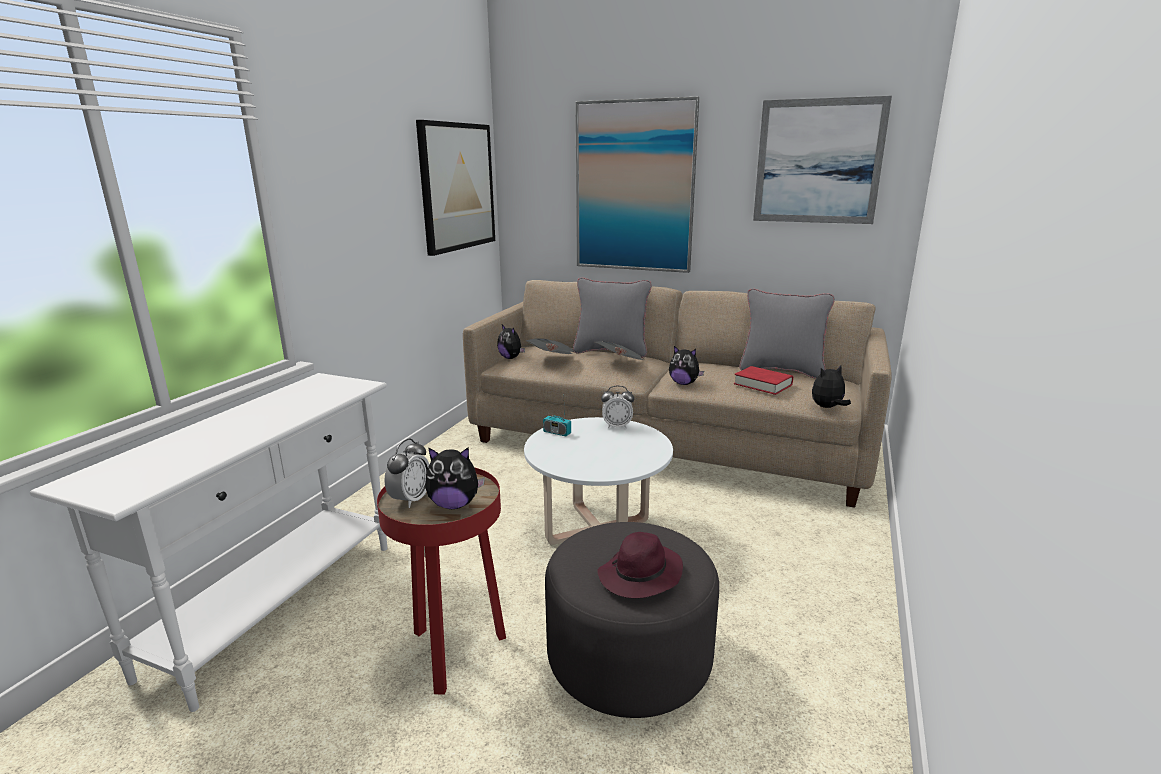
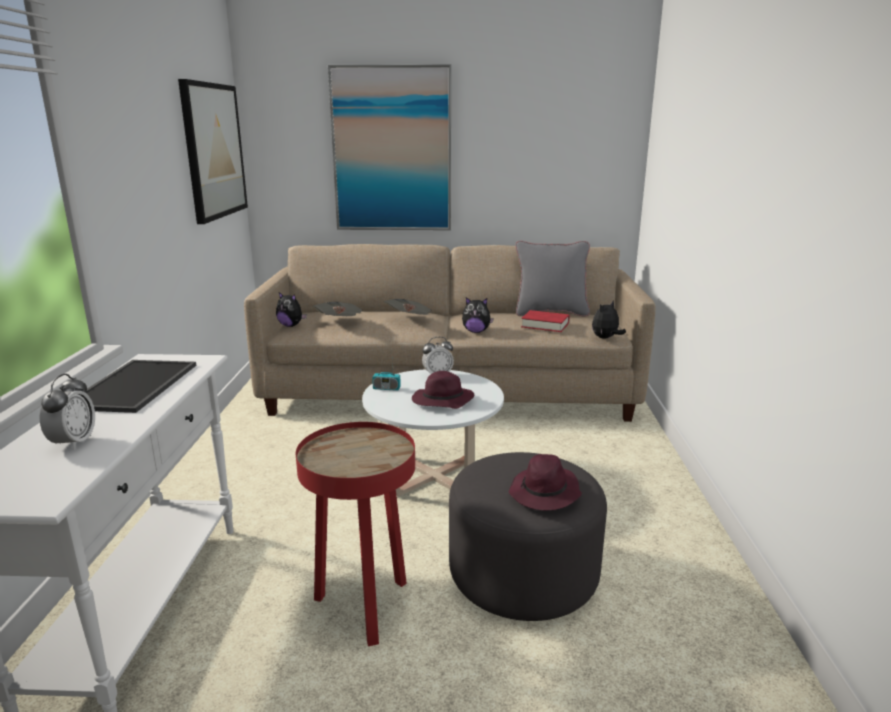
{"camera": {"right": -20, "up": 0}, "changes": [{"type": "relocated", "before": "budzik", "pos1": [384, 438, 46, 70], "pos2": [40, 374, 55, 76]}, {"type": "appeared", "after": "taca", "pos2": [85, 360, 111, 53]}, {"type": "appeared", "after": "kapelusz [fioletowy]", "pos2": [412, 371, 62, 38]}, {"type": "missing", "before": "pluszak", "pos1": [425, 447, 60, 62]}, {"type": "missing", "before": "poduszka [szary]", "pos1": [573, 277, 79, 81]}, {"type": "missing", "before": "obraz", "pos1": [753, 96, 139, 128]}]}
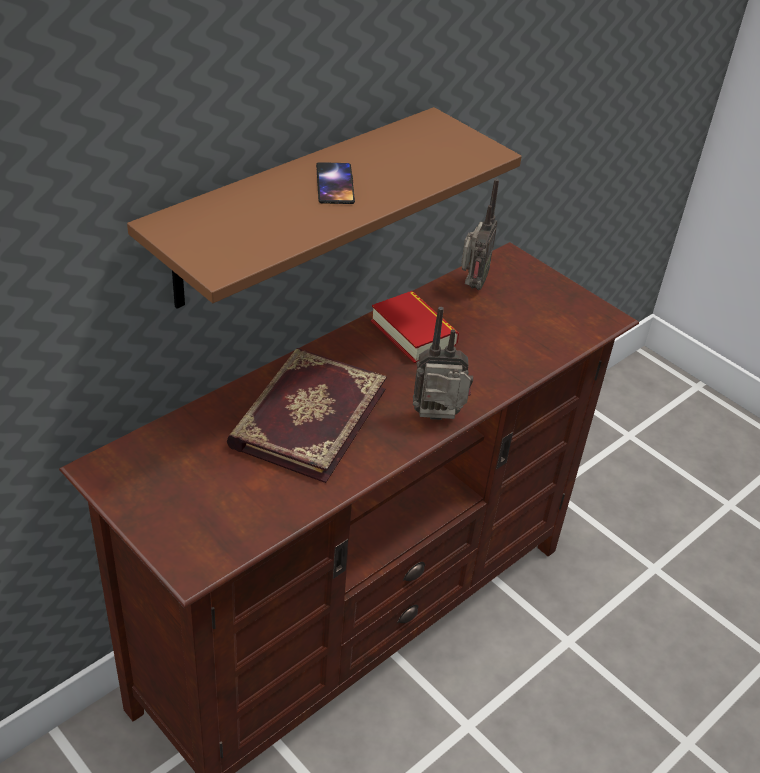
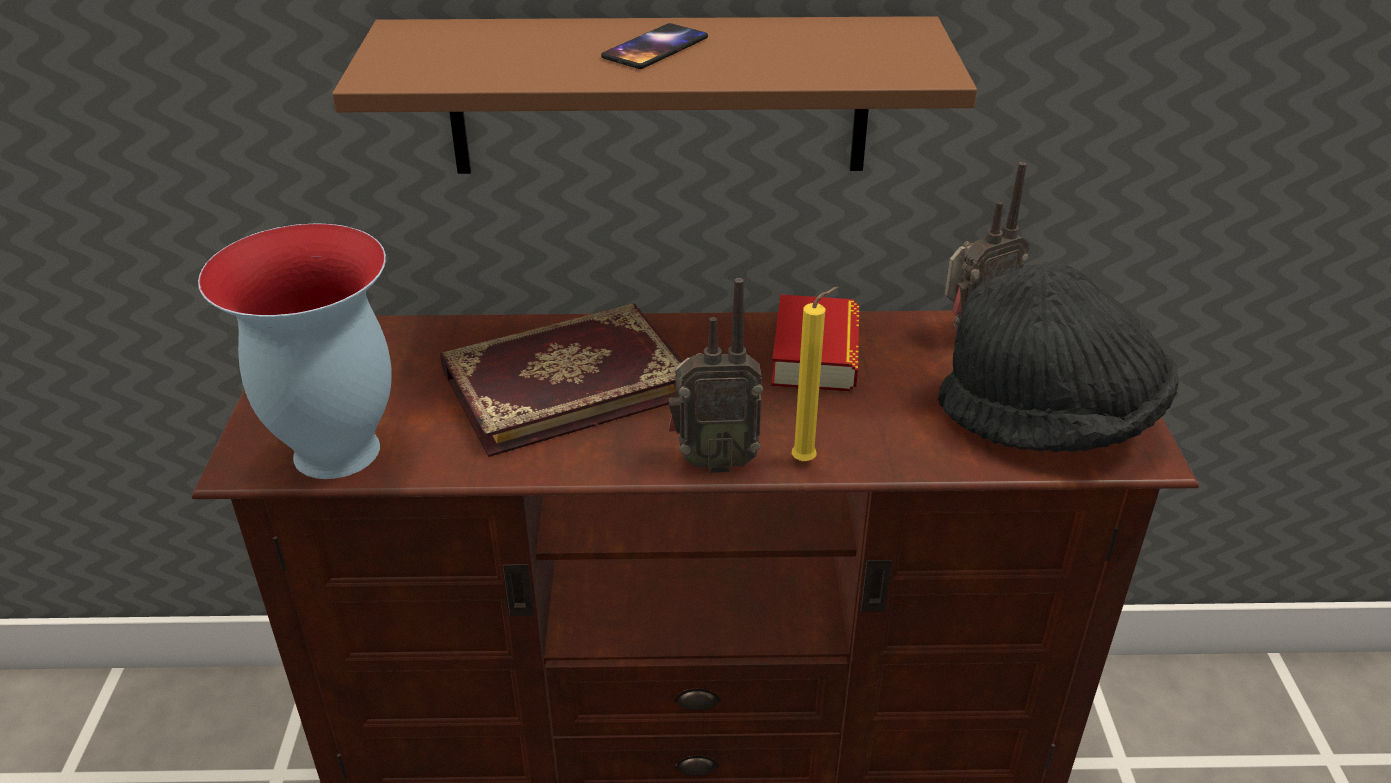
{"camera": {"right": 45, "up": -5}, "changes": [{"type": "appeared", "after": "wazon", "pos2": [198, 224, 194, 255]}, {"type": "spun", "before": "radio", "pos1": [413, 307, 60, 113], "pos2": [669, 278, 94, 195], "turn": 135}, {"type": "appeared", "after": "świeca [żółty]", "pos2": [792, 287, 47, 175]}, {"type": "appeared", "after": "kapelusz [czarny]", "pos2": [938, 262, 241, 190]}]}
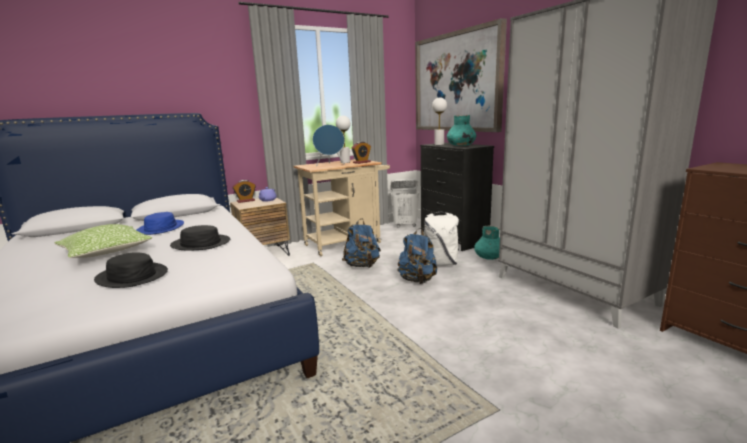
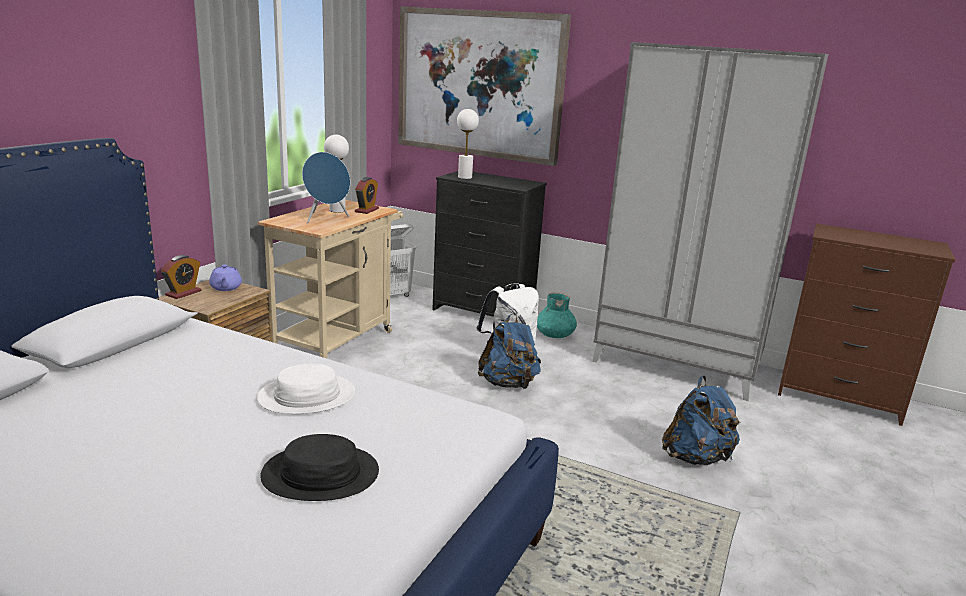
{"camera": {"right": -35, "up": 5}, "changes": [{"type": "colour", "before": "kapelusz [czarny]", "after": "kapelusz [biały]", "pos1": [170, 225, 60, 25], "pos2": [257, 364, 98, 50]}, {"type": "relocated", "before": "plecak [niebieski]", "pos1": [342, 218, 39, 50], "pos2": [662, 375, 79, 90]}, {"type": "missing", "before": "poduszka", "pos1": [54, 224, 98, 34]}, {"type": "missing", "before": "kapelusz [niebieski]", "pos1": [137, 212, 47, 23]}, {"type": "missing", "before": "wazon [turkusowy]", "pos1": [447, 115, 29, 31]}]}
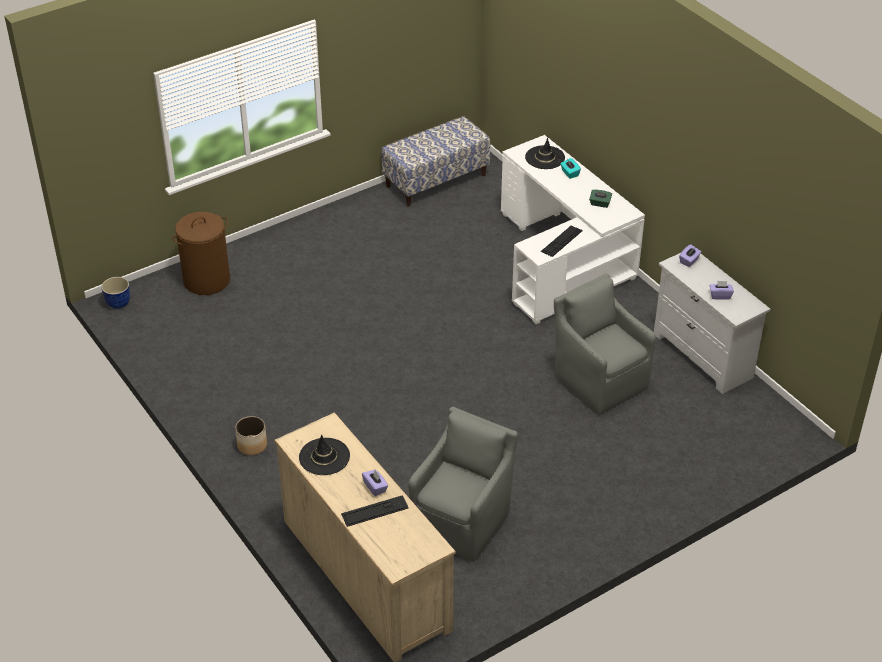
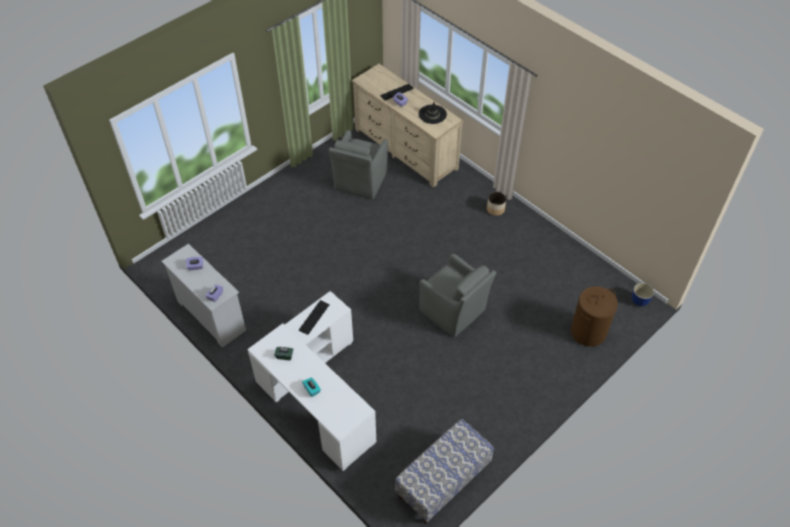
{"camera": {"right": 170, "up": 10}, "changes": [{"type": "relocated", "before": "fotel [szary]", "pos1": [554, 274, 102, 141], "pos2": [419, 254, 77, 83]}, {"type": "missing", "before": "kapelusz [czarny]", "pos1": [525, 138, 40, 31]}]}
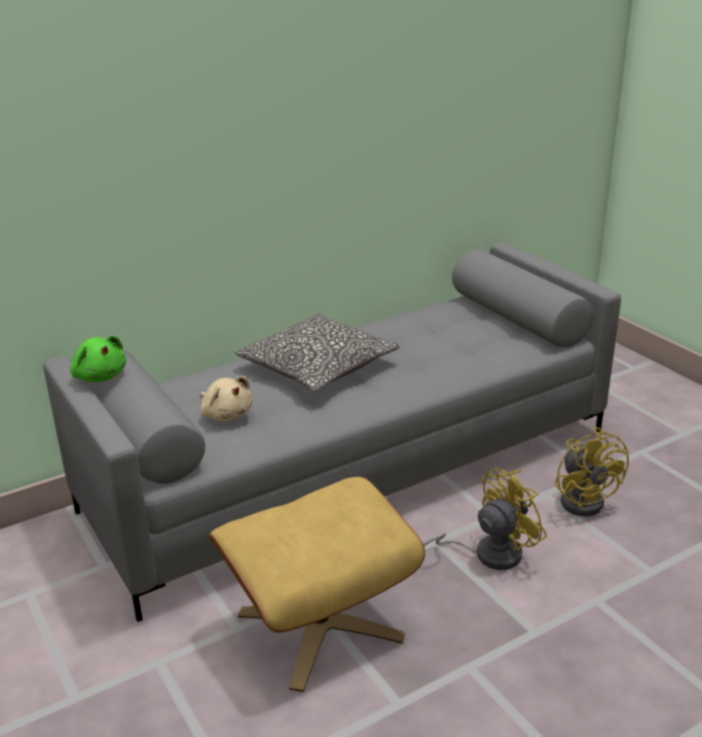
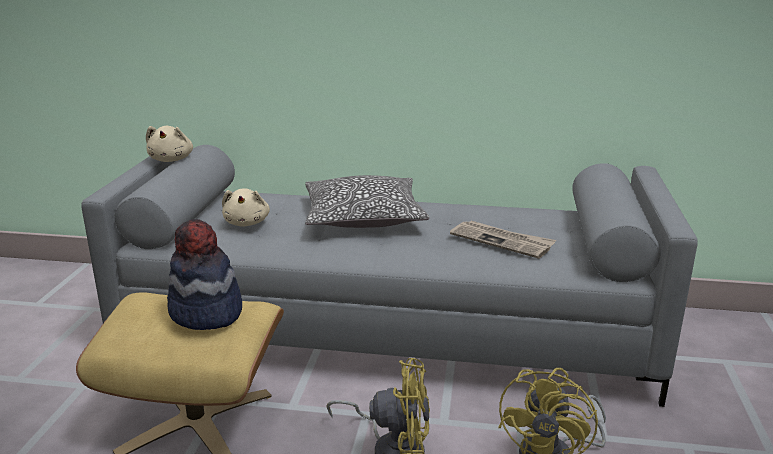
{"camera": {"right": 40, "up": -5}, "changes": [{"type": "colour", "before": "pluszak [zielony]", "after": "pluszak [beżowy]", "pos1": [70, 335, 56, 47], "pos2": [146, 126, 47, 36]}, {"type": "appeared", "after": "kapelusz", "pos2": [167, 219, 75, 111]}, {"type": "appeared", "after": "gazeta", "pos2": [450, 221, 106, 38]}]}
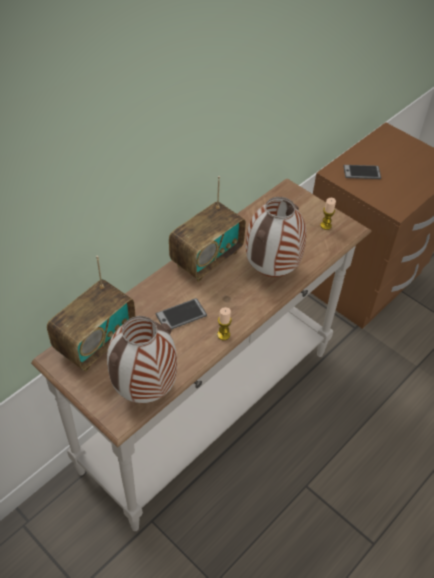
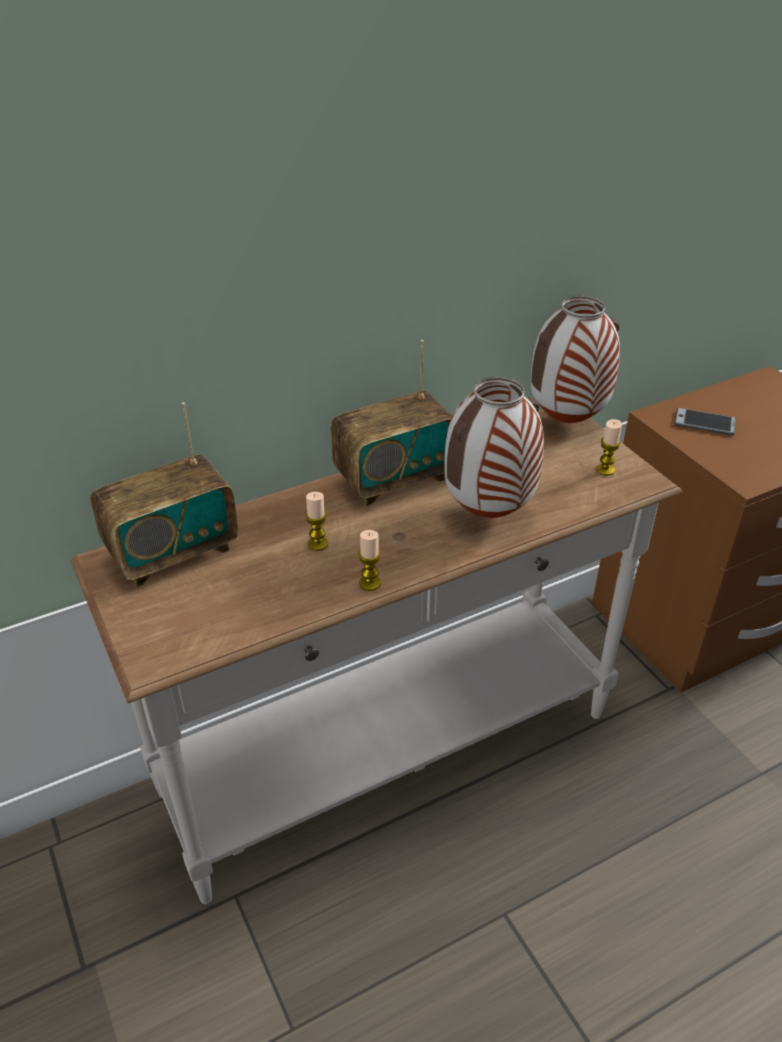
{"camera": {"right": 20, "up": -10}, "changes": [{"type": "exchanged", "before": "telefon", "after": "świeca", "pos1": [156, 298, 51, 32], "pos2": [305, 492, 23, 59]}, {"type": "relocated", "before": "wazon", "pos1": [107, 316, 70, 87], "pos2": [531, 295, 89, 128]}]}
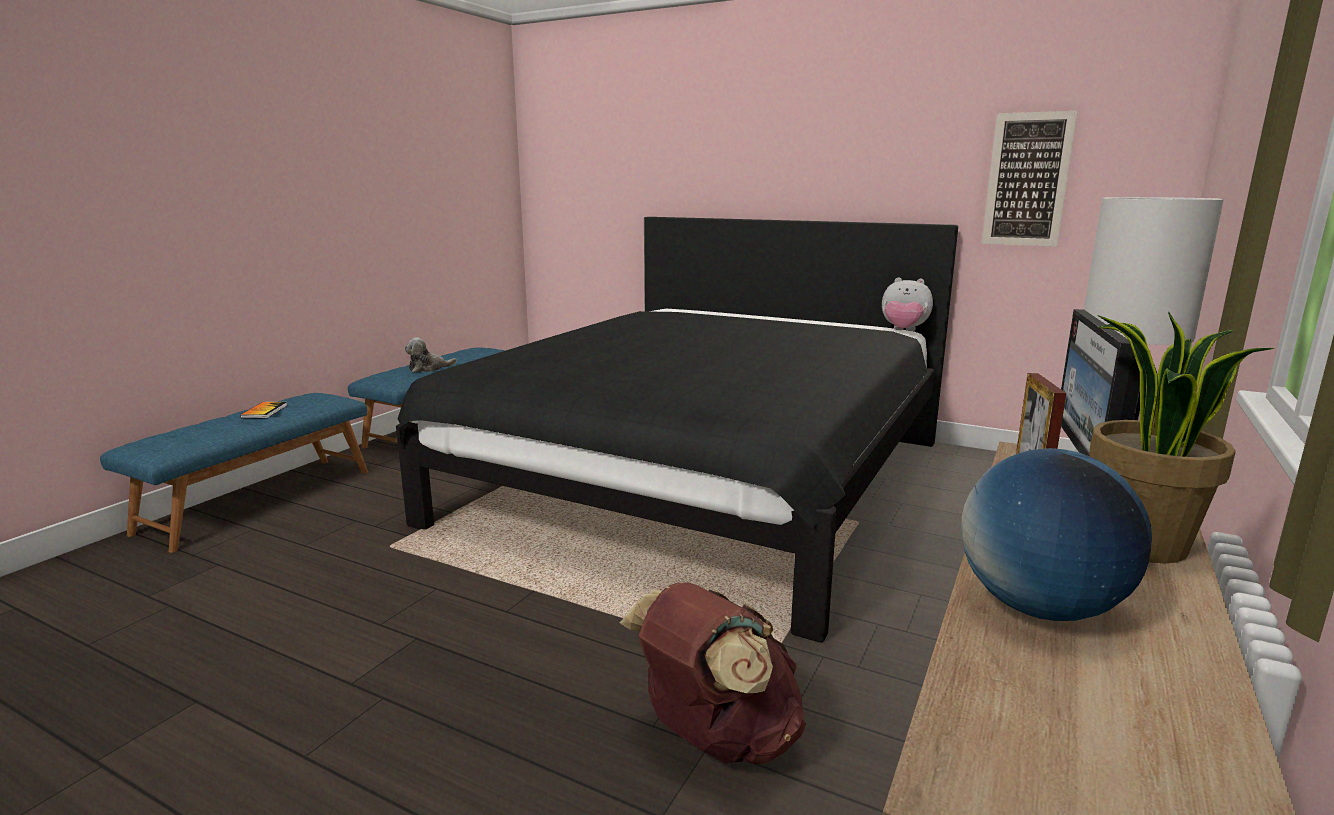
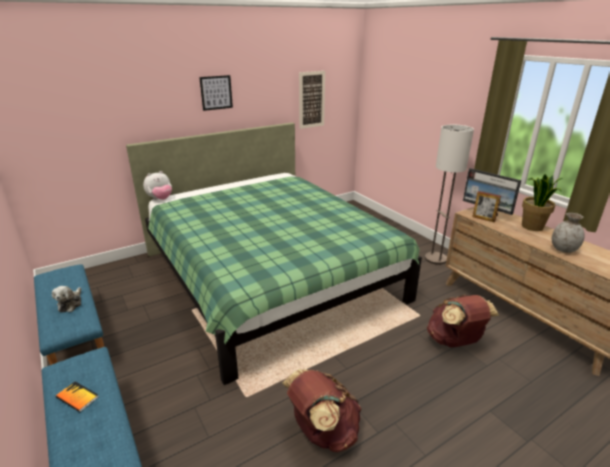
{"camera": {"right": -60, "up": 10}, "changes": [{"type": "colour", "before": "łóżko [czarny]", "after": "łóżko [zielony]", "pos1": [396, 217, 562, 426], "pos2": [126, 123, 296, 262]}, {"type": "relocated", "before": "pluszak", "pos1": [882, 277, 51, 54], "pos2": [143, 171, 29, 29]}, {"type": "appeared", "after": "obraz", "pos2": [199, 75, 34, 36]}, {"type": "appeared", "after": "plecak [brązowy]", "pos2": [282, 369, 80, 83]}, {"type": "exchanged", "before": "globus", "after": "wazon [szary]", "pos1": [961, 448, 191, 173], "pos2": [552, 213, 32, 40]}]}
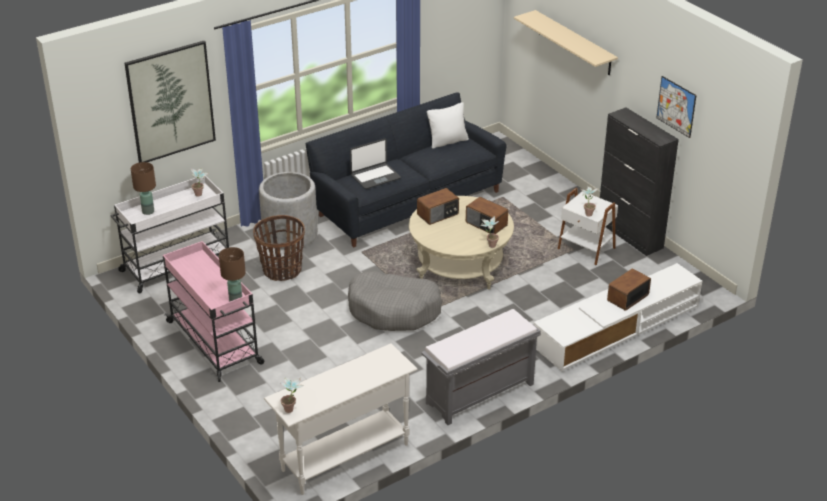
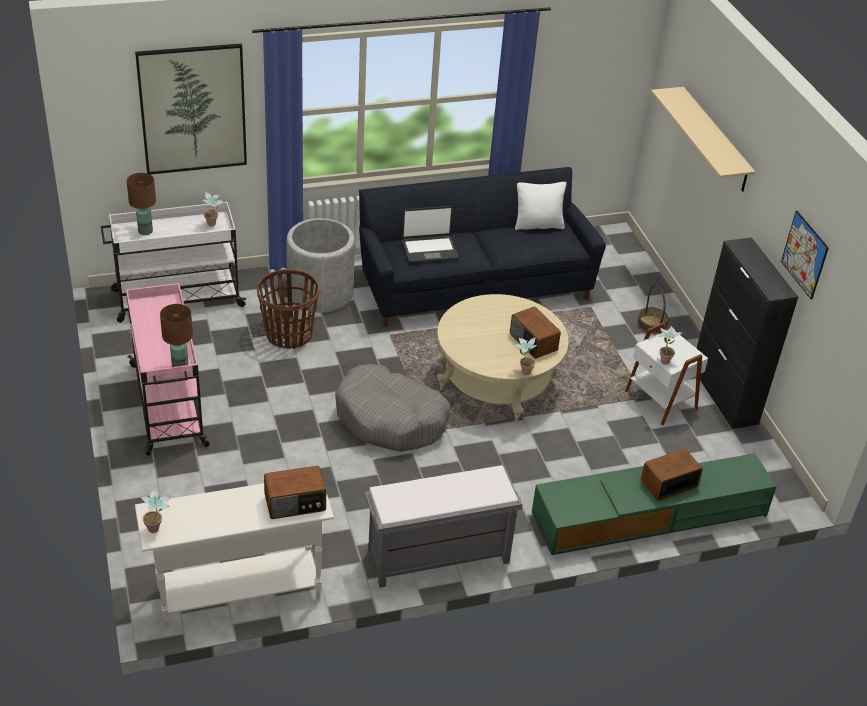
{"camera": {"right": 15, "up": 5}, "changes": [{"type": "relocated", "before": "radio", "pos1": [417, 188, 42, 37], "pos2": [264, 466, 62, 53]}, {"type": "colour", "before": "szafka pod telewizor [biały]", "after": "szafka pod telewizor [zielony]", "pos1": [534, 263, 168, 108], "pos2": [532, 453, 245, 102]}, {"type": "appeared", "after": "koszyk", "pos2": [637, 285, 32, 49]}]}
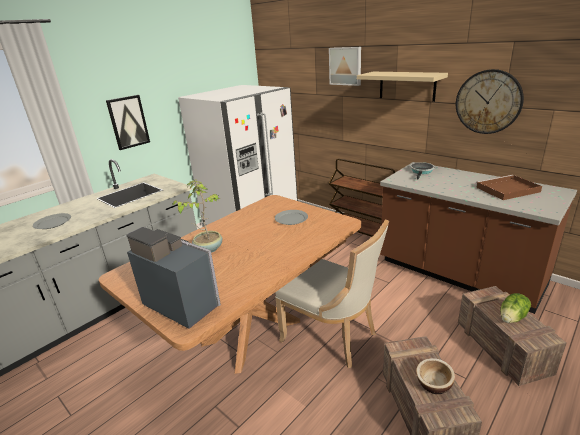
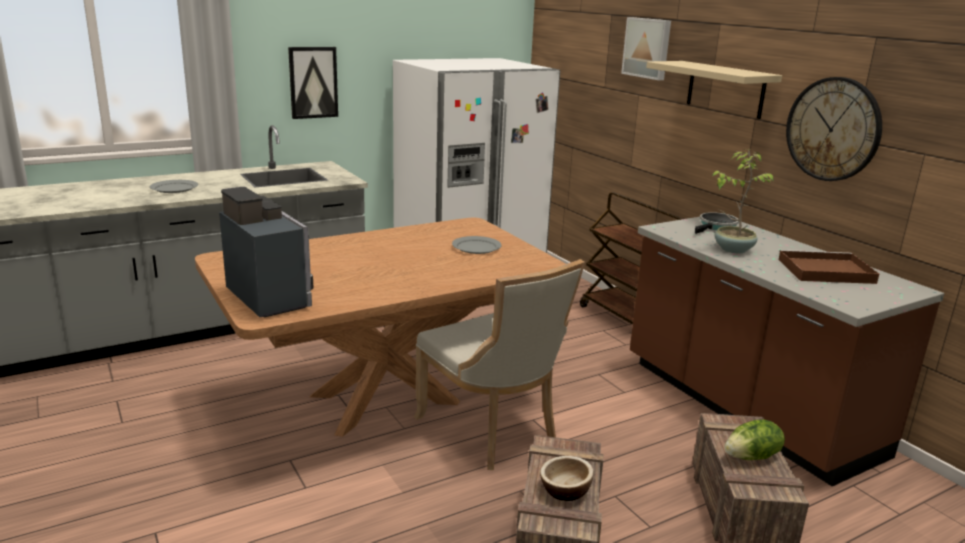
{"camera": {"right": 15, "up": -5}, "changes": [{"type": "relocated", "before": "roślina doniczkowa", "pos1": [172, 179, 50, 74], "pos2": [712, 149, 61, 105]}]}
